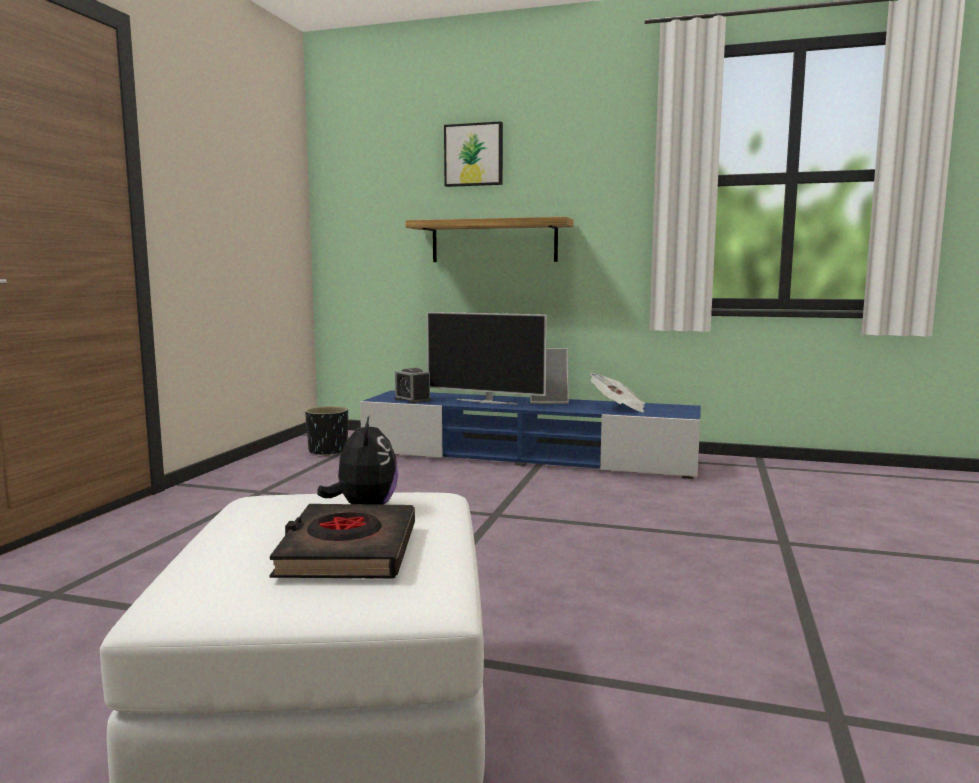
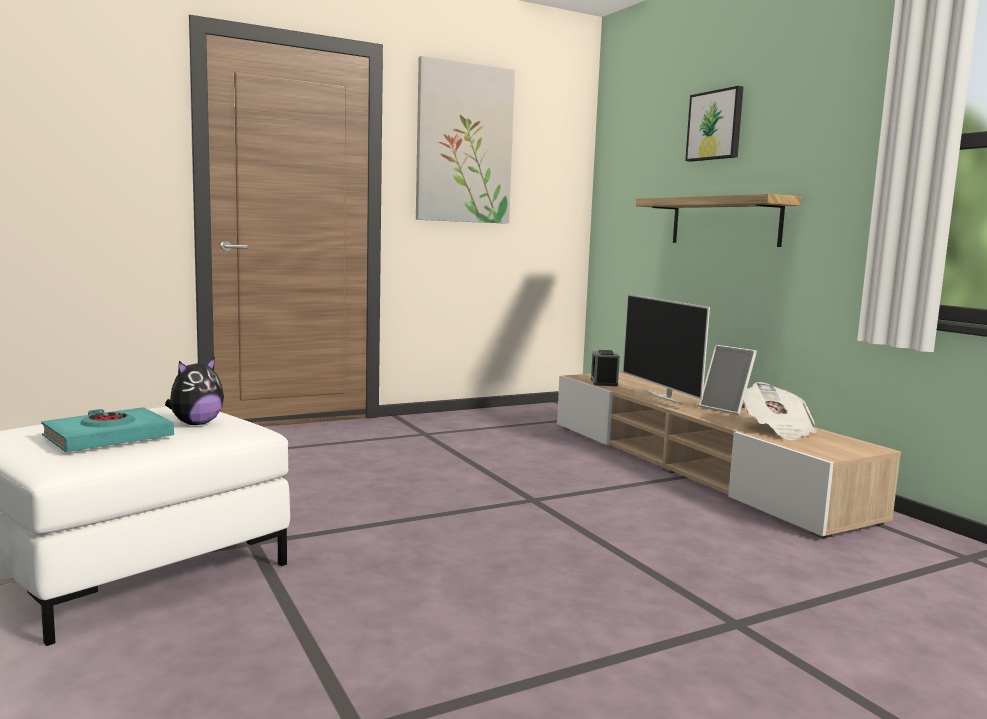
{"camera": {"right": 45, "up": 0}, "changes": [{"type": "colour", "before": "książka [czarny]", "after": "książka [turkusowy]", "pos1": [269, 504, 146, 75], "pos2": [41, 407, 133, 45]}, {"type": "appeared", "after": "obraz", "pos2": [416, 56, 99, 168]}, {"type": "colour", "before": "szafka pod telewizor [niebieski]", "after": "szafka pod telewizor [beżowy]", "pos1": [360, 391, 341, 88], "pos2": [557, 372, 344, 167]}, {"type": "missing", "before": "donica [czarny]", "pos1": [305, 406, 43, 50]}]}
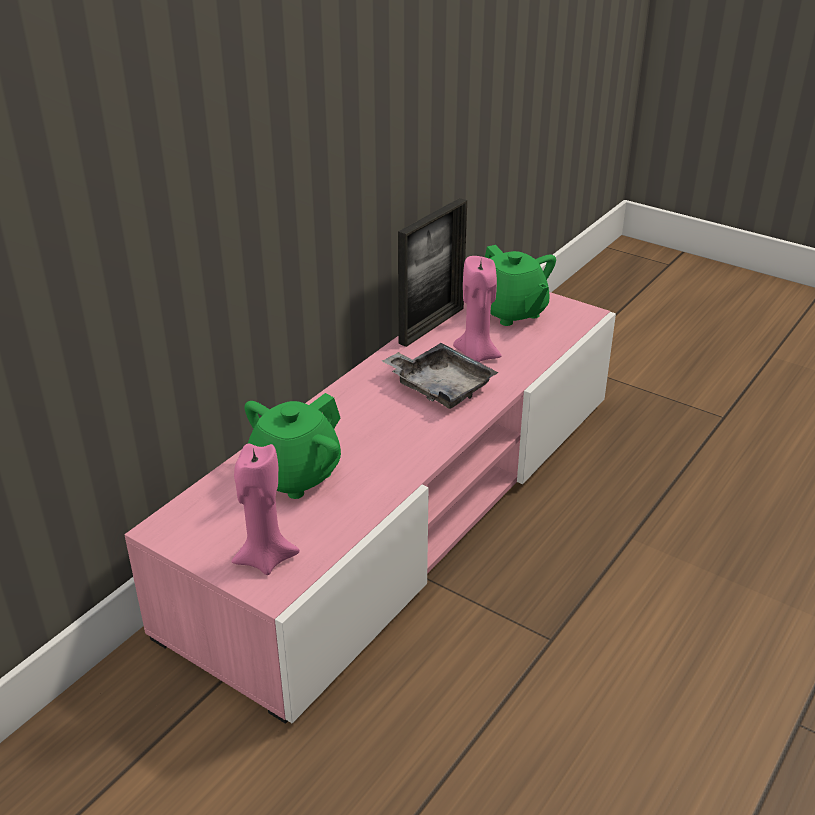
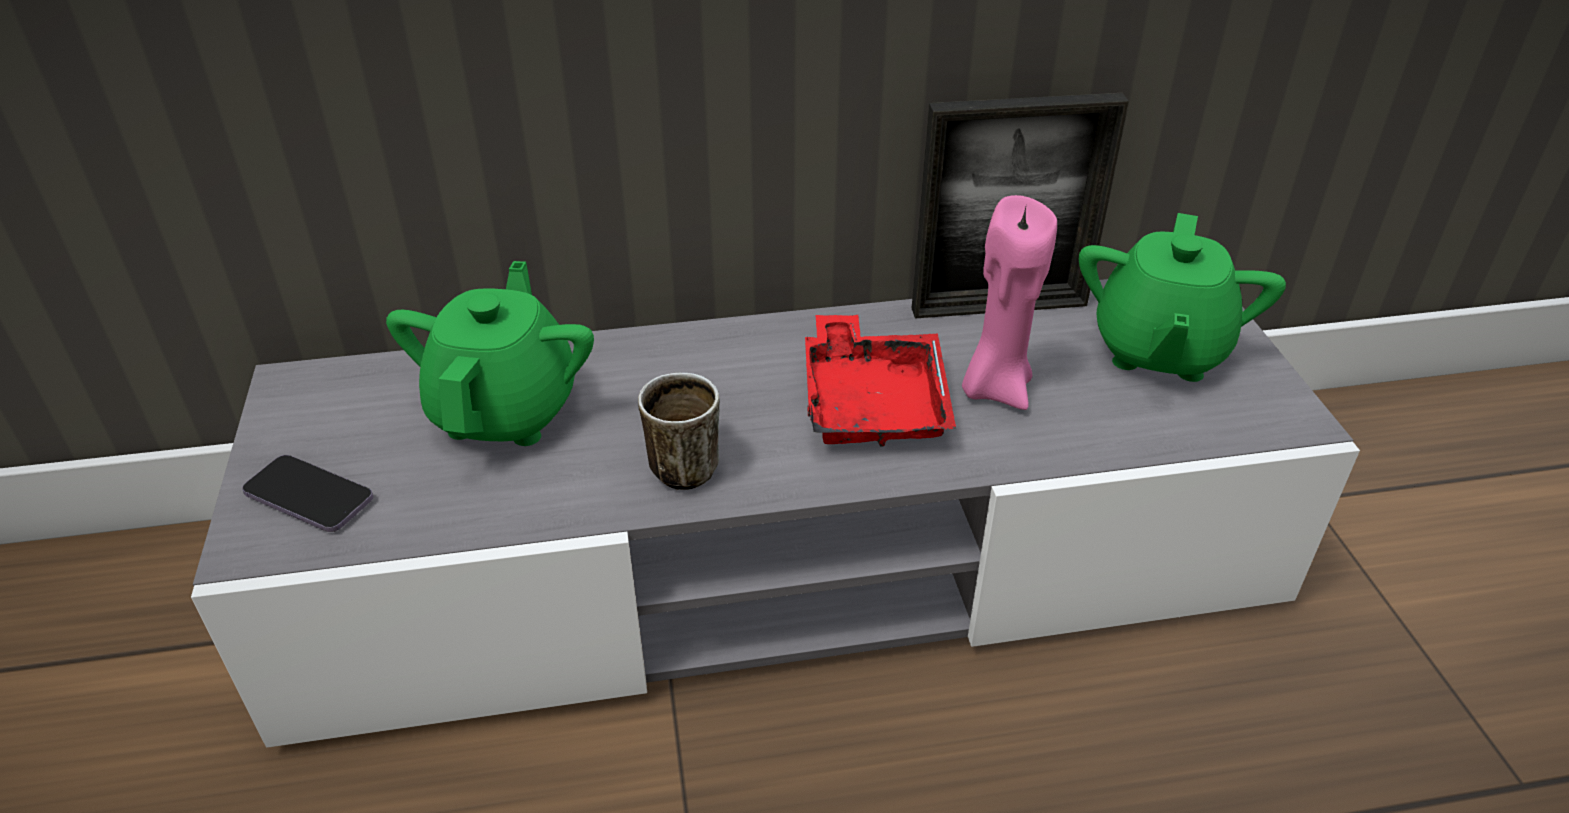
{"camera": {"right": 45, "up": 5}, "changes": [{"type": "colour", "before": "szafka pod telewizor [różowy]", "after": "szafka pod telewizor [szary]", "pos1": [124, 292, 492, 432], "pos2": [191, 279, 1169, 469]}, {"type": "exchanged", "before": "świeca [różowy]", "after": "telefon", "pos1": [232, 444, 68, 131], "pos2": [242, 455, 131, 77]}, {"type": "spun", "before": "imbryk [zielony]", "pos1": [244, 393, 97, 106], "pos2": [386, 261, 208, 185], "turn": 105}, {"type": "appeared", "after": "kubek", "pos2": [638, 373, 82, 117]}, {"type": "colour", "before": "taca [szary]", "after": "taca [czerwony]", "pos1": [382, 343, 117, 66], "pos2": [805, 315, 151, 132]}]}
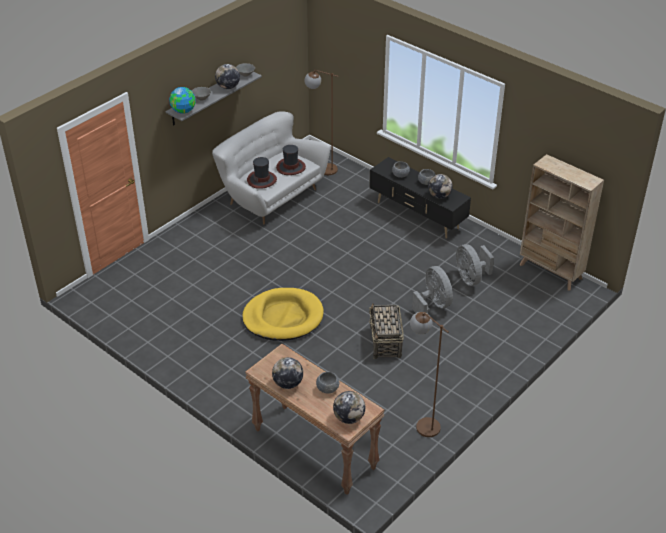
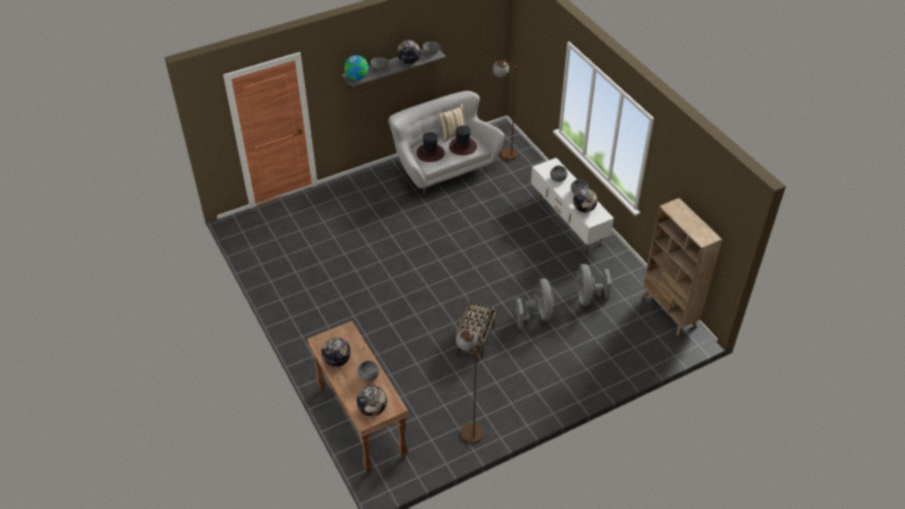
{"camera": {"right": 20, "up": 5}, "changes": [{"type": "appeared", "after": "poduszka [beżowy]", "pos2": [438, 104, 28, 38]}, {"type": "colour", "before": "szafka pod telewizor [czarny]", "after": "szafka pod telewizor [biały]", "pos1": [369, 157, 102, 82], "pos2": [531, 158, 83, 93]}, {"type": "missing", "before": "legowisko [żółty]", "pos1": [242, 288, 82, 53]}]}
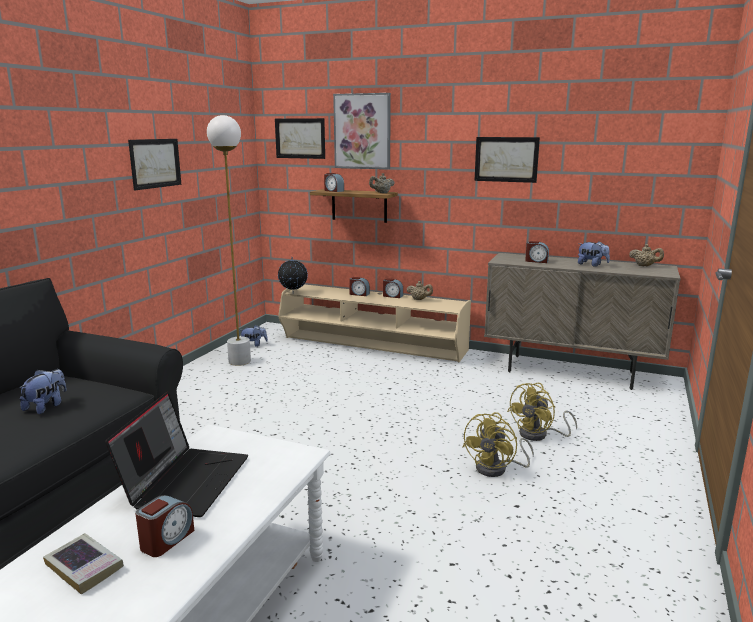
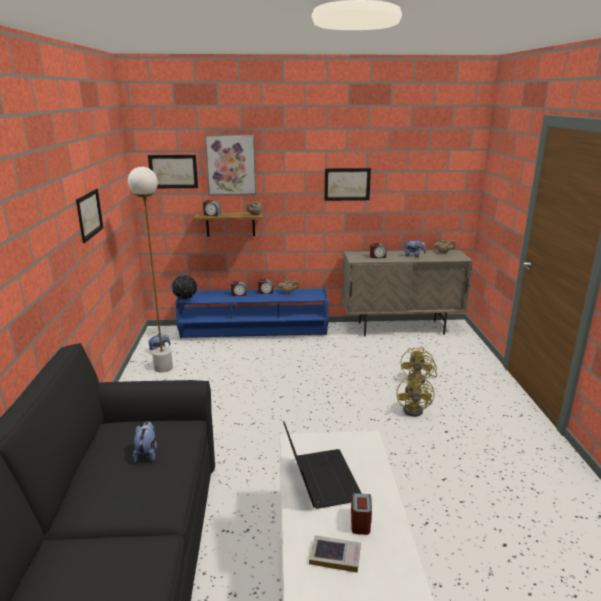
{"camera": {"right": -25, "up": 5}, "changes": [{"type": "colour", "before": "szafka pod telewizor [beżowy]", "after": "szafka pod telewizor [niebieski]", "pos1": [279, 284, 192, 78], "pos2": [176, 288, 152, 50]}]}
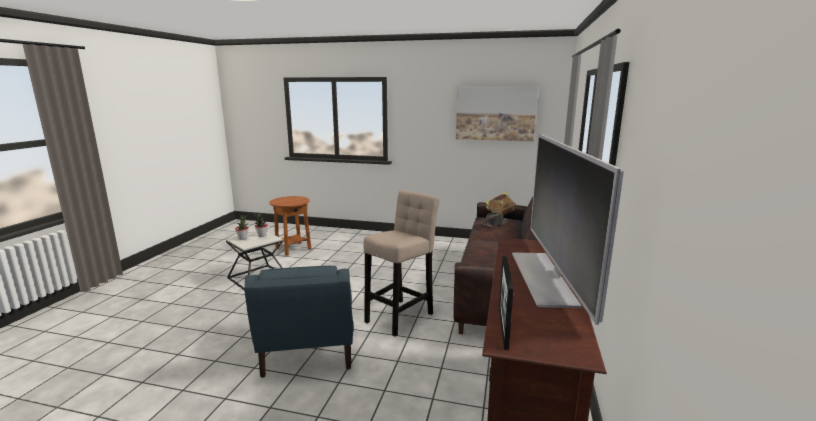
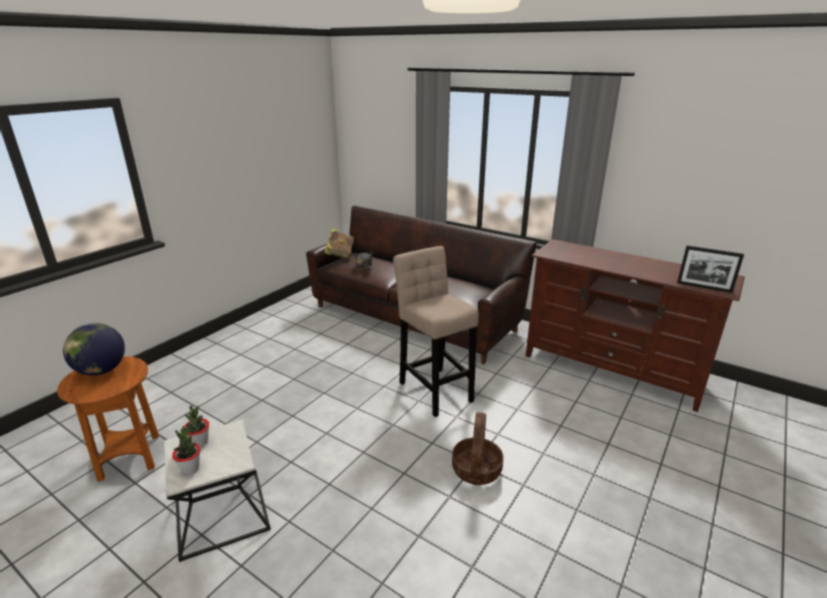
{"camera": {"right": -70, "up": 10}, "changes": [{"type": "appeared", "after": "globus", "pos2": [63, 323, 62, 53]}, {"type": "exchanged", "before": "fotel [niebieski]", "after": "koszyk", "pos1": [245, 266, 108, 112], "pos2": [452, 412, 52, 73]}, {"type": "missing", "before": "obraz", "pos1": [456, 87, 82, 54]}, {"type": "missing", "before": "telewizor", "pos1": [512, 134, 112, 191]}]}
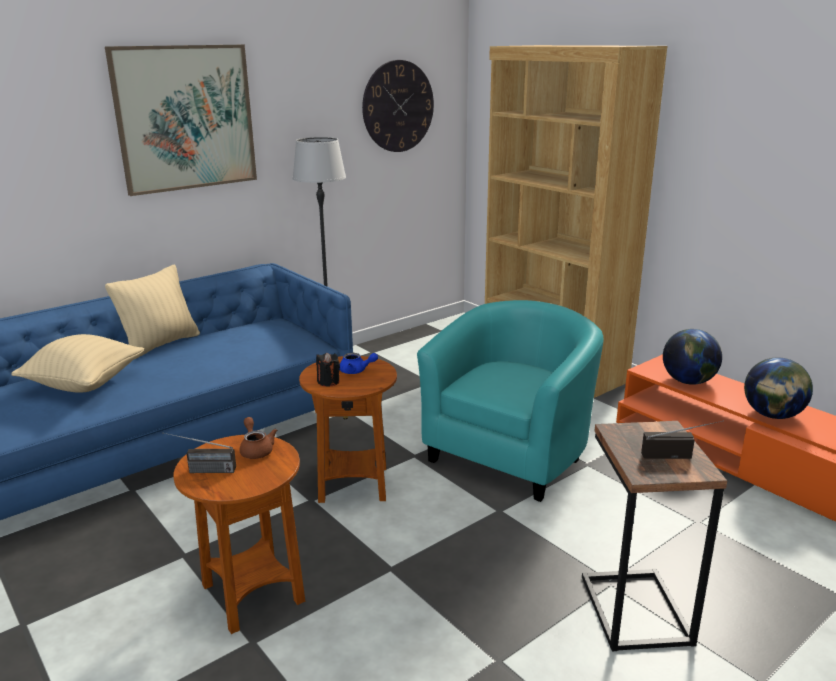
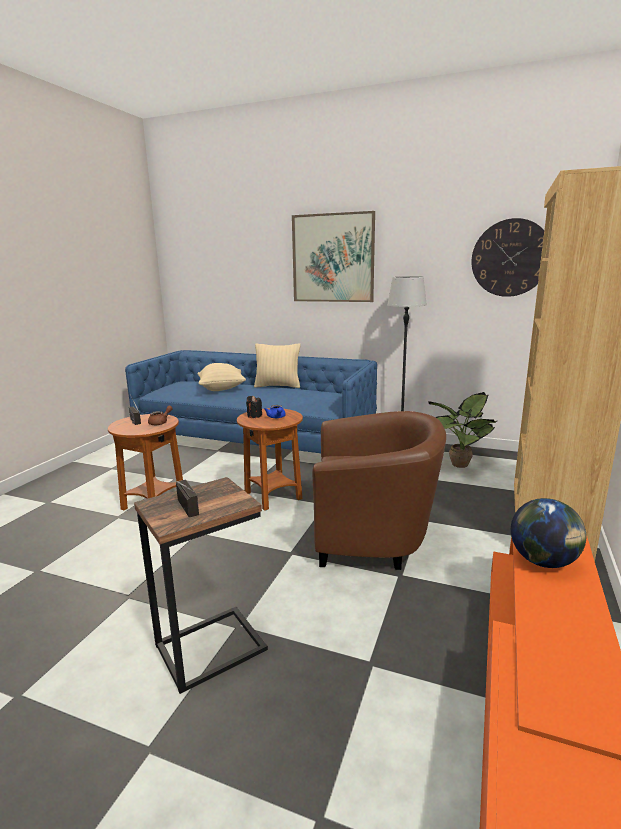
{"camera": {"right": 60, "up": -5}, "changes": [{"type": "colour", "before": "fotel [turkusowy]", "after": "fotel [brązowy]", "pos1": [417, 300, 186, 202], "pos2": [312, 411, 134, 159]}, {"type": "appeared", "after": "roślina doniczkowa", "pos2": [428, 392, 69, 76]}, {"type": "missing", "before": "globus", "pos1": [744, 357, 69, 62]}]}
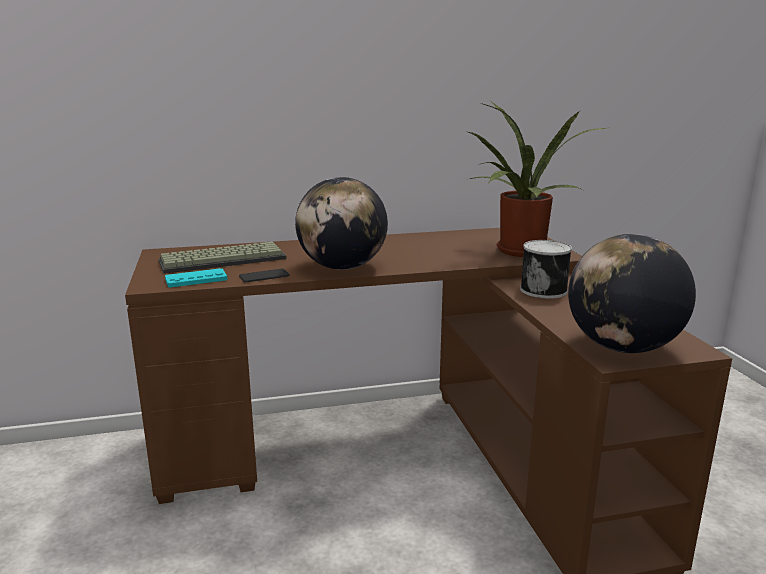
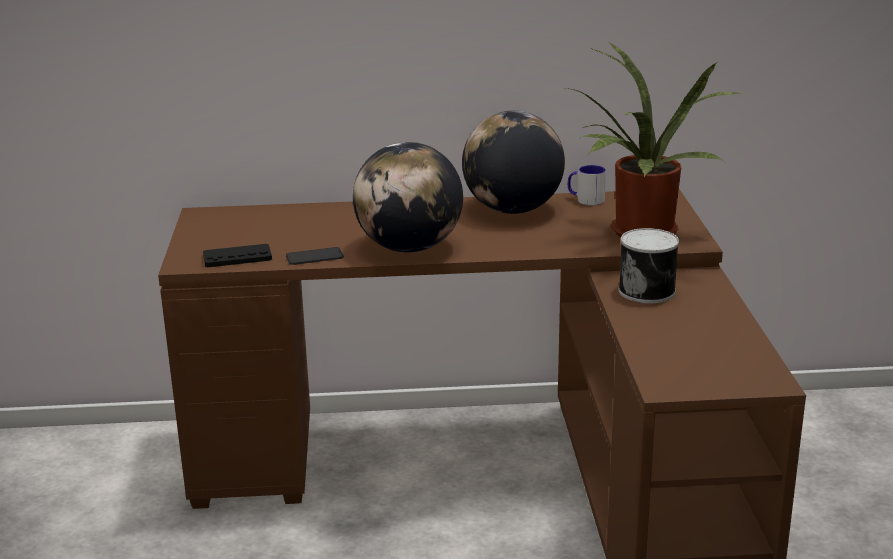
{"camera": {"right": 10, "up": 5}, "changes": [{"type": "colour", "before": "pad do gier [turkusowy]", "after": "pad do gier [czarny]", "pos1": [165, 268, 62, 19], "pos2": [203, 244, 69, 23]}, {"type": "relocated", "before": "globus", "pos1": [568, 234, 128, 119], "pos2": [462, 111, 103, 103]}, {"type": "appeared", "after": "kubek", "pos2": [568, 165, 38, 40]}, {"type": "missing", "before": "klawiatura", "pos1": [158, 242, 129, 32]}]}
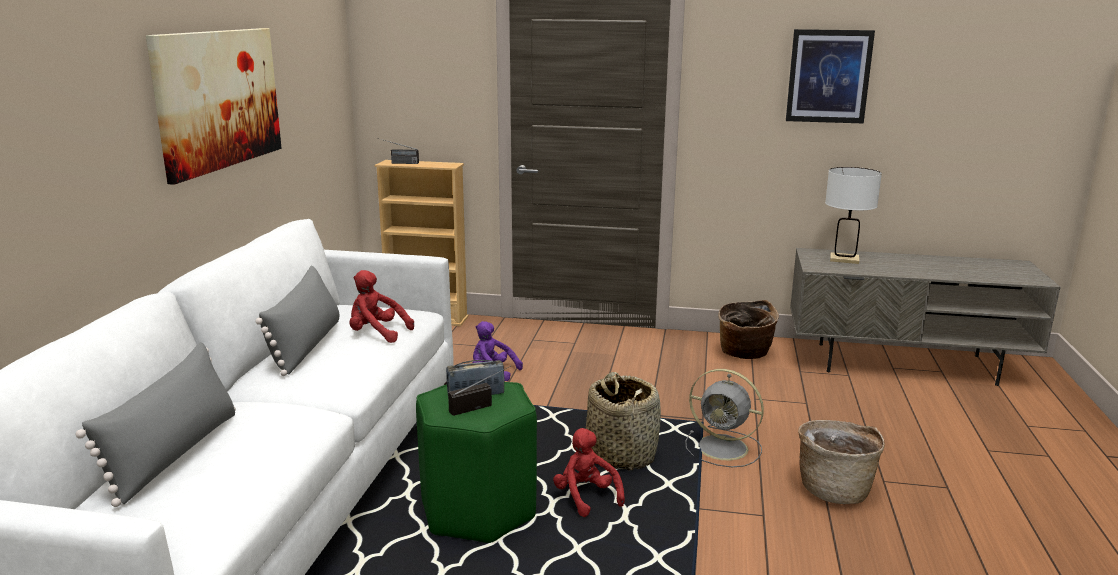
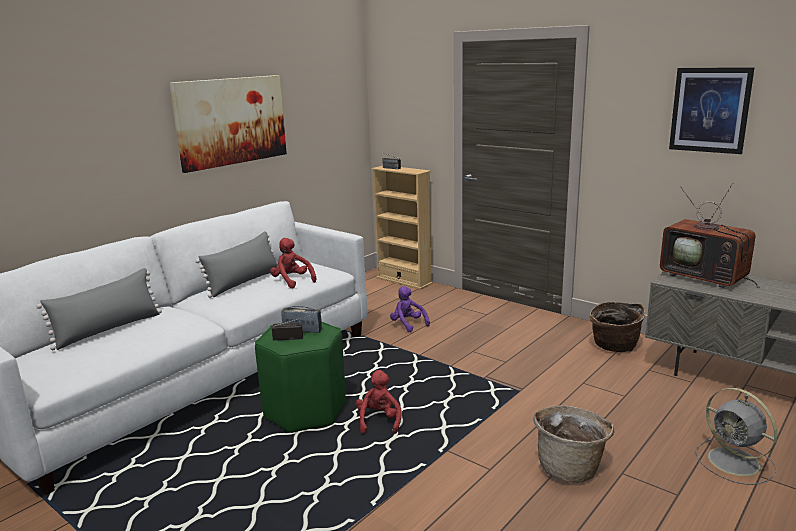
{"camera": {"right": 30, "up": 0}, "changes": [{"type": "exchanged", "before": "lampa stołowa [biały]", "after": "telewizor", "pos1": [825, 167, 57, 97], "pos2": [660, 183, 100, 105]}, {"type": "relocated", "before": "wentylator [szary]", "pos1": [685, 369, 79, 98], "pos2": [696, 388, 82, 97]}, {"type": "missing", "before": "koszyk", "pos1": [586, 372, 75, 99]}]}
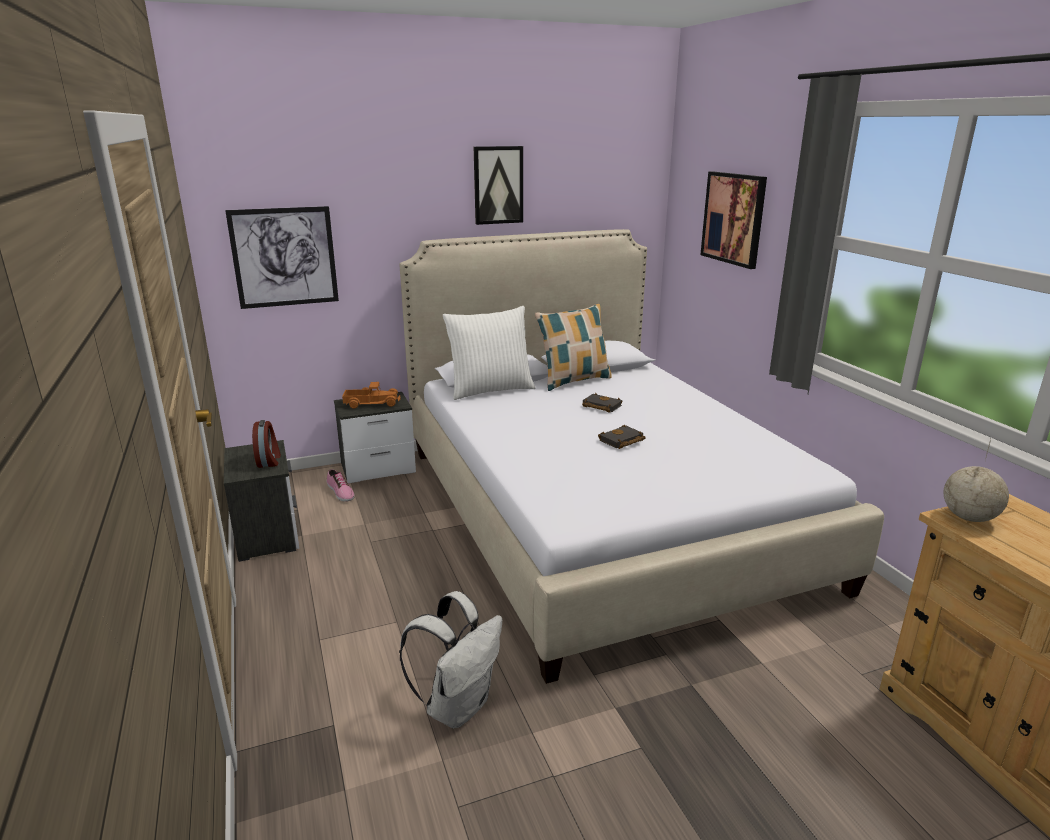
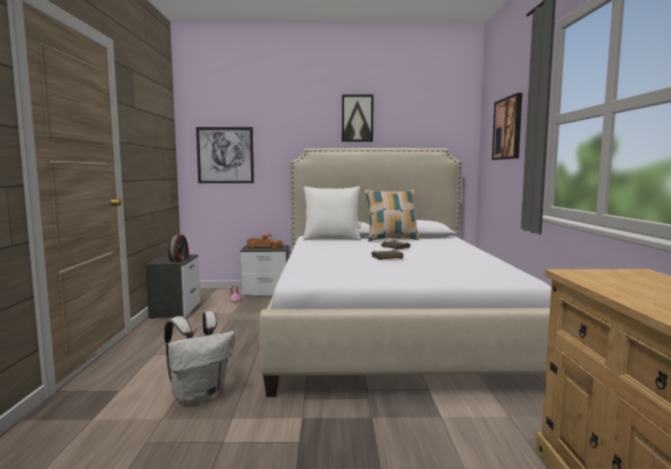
{"camera": {"right": 20, "up": -15}, "changes": [{"type": "missing", "before": "globus", "pos1": [944, 439, 65, 83]}]}
